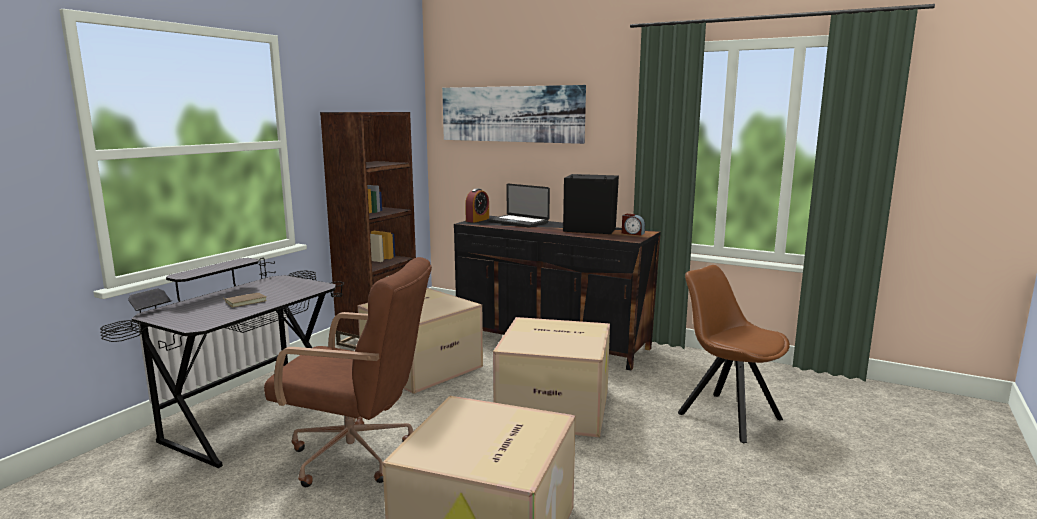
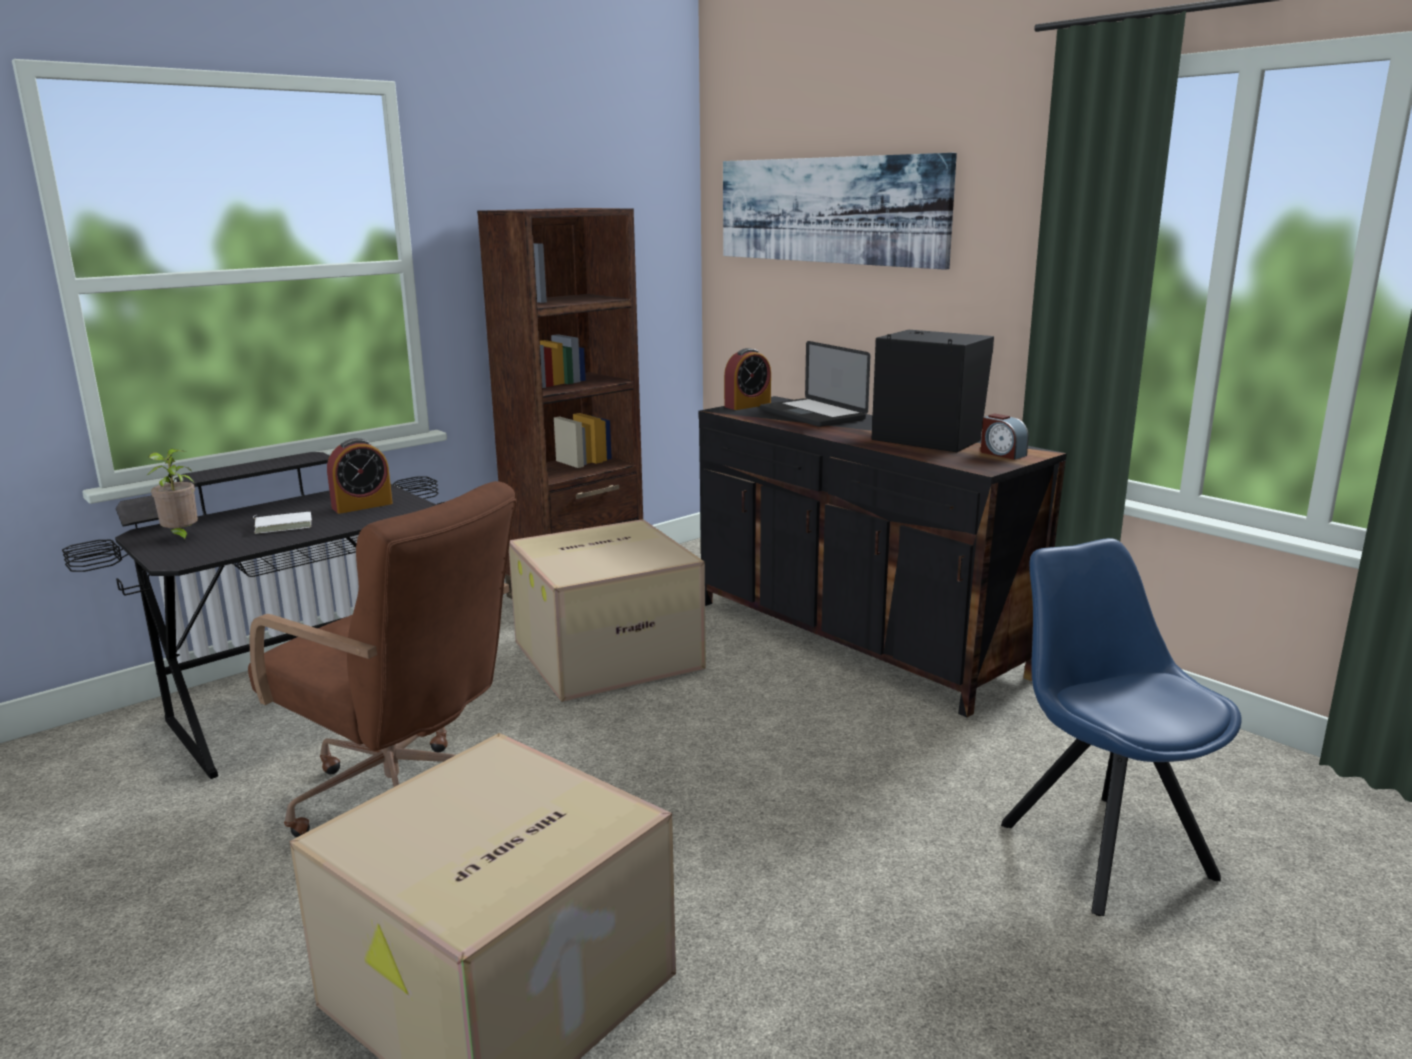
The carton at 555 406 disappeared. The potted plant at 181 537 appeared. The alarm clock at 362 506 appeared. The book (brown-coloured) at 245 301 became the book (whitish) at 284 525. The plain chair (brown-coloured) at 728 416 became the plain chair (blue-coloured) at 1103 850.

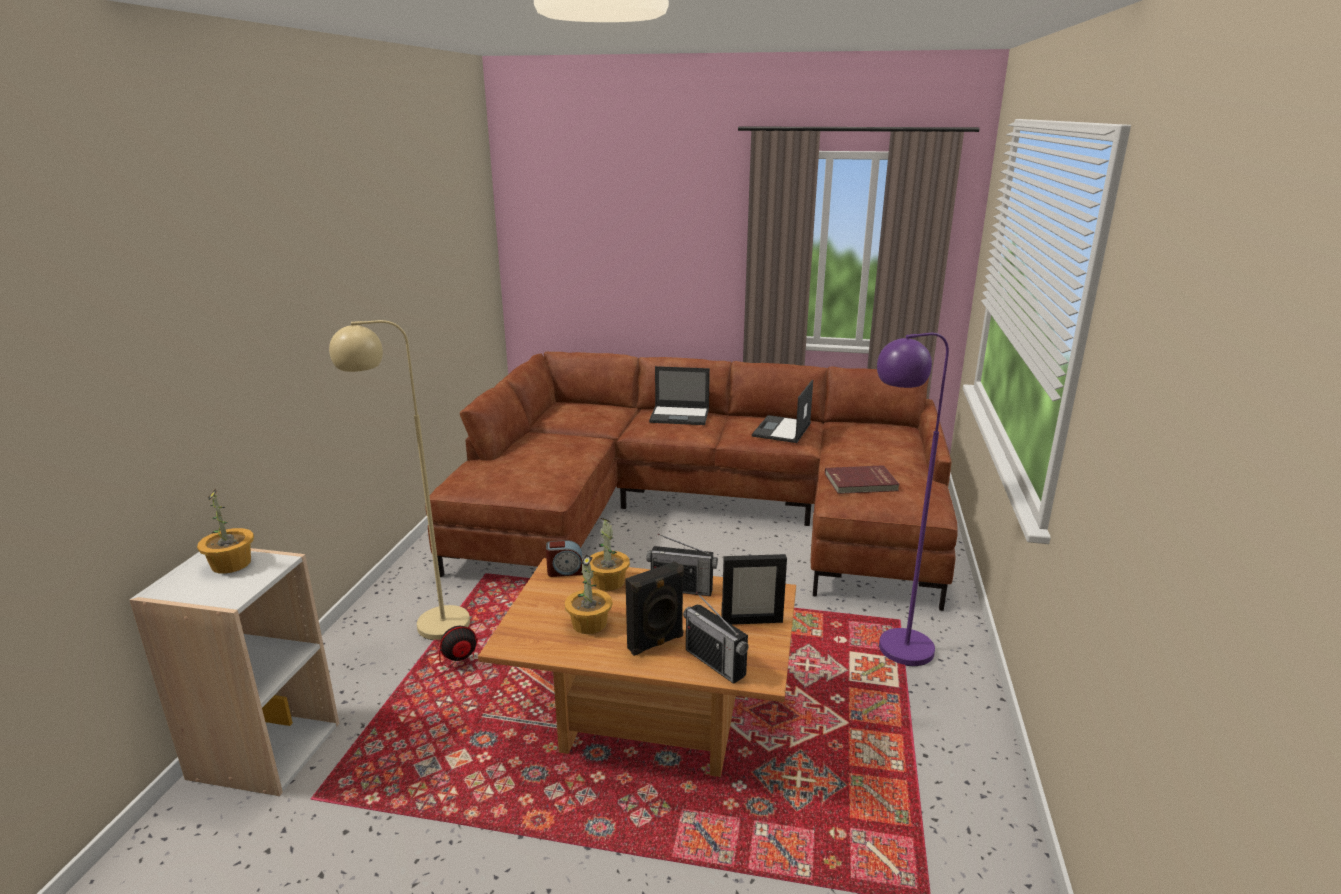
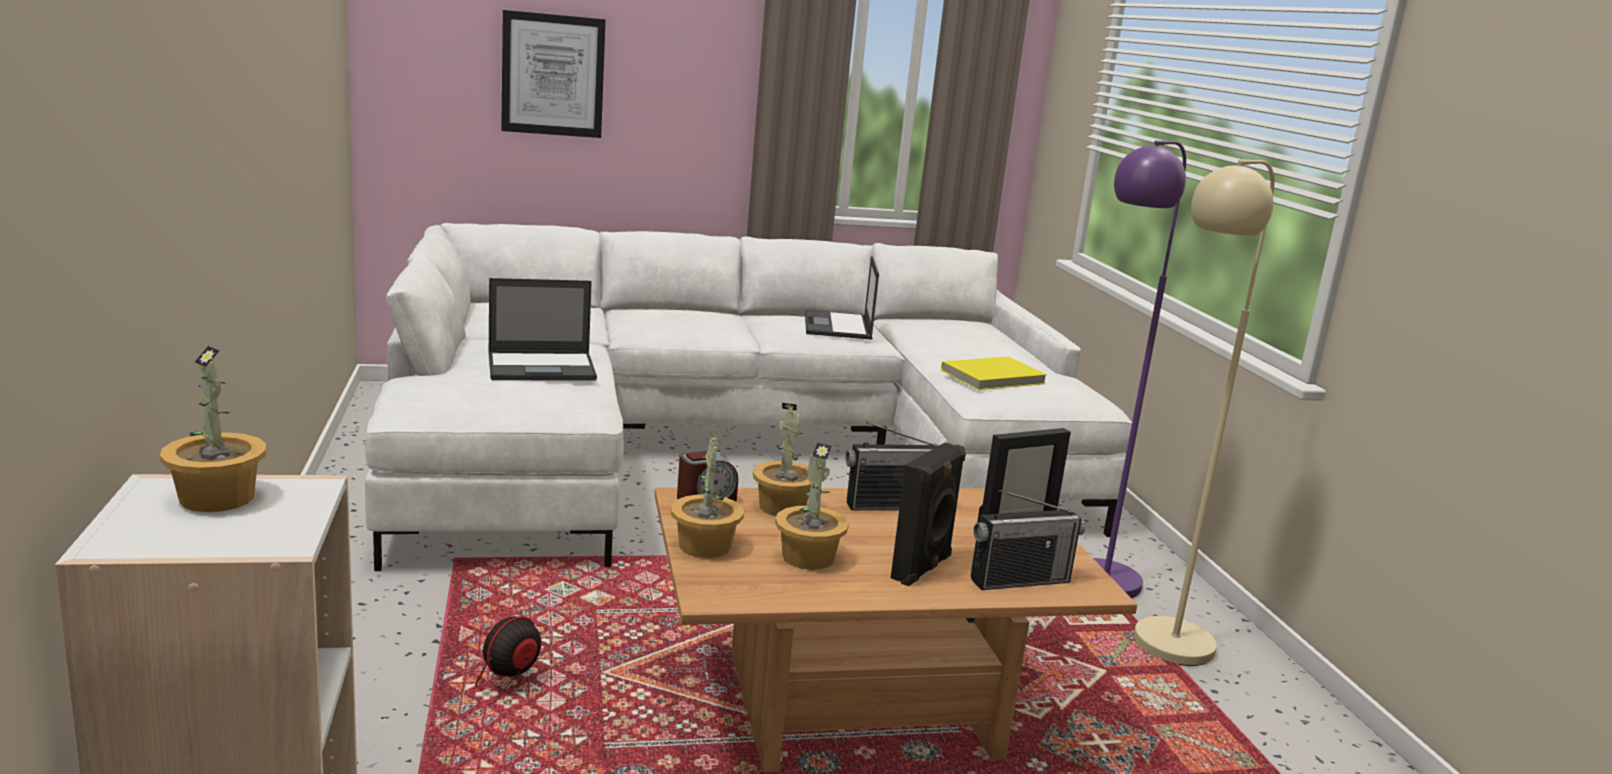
The wall art at 553 75 appeared. The potted plant at 703 546 appeared. The standard lamp (beige) moved from 427 628 to 1160 652. The laptop moved from 680 416 to 543 367. The couch (brown-coloured) at 702 512 became the couch (whitish) at 728 454. The book (red-coloured) at 861 483 became the book (yellowish) at 993 377. The radio receiver at 715 662 turned 45 degrees counterclockwise.

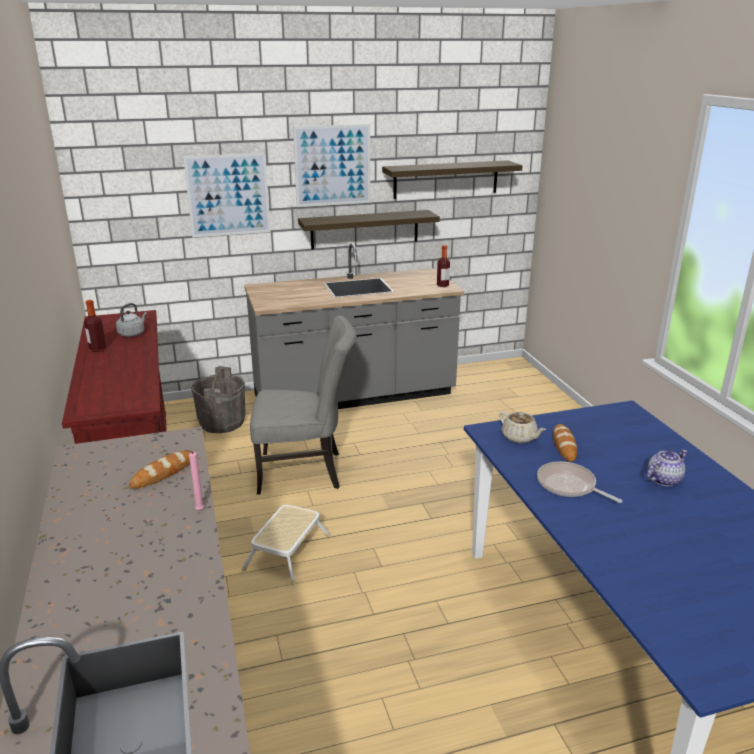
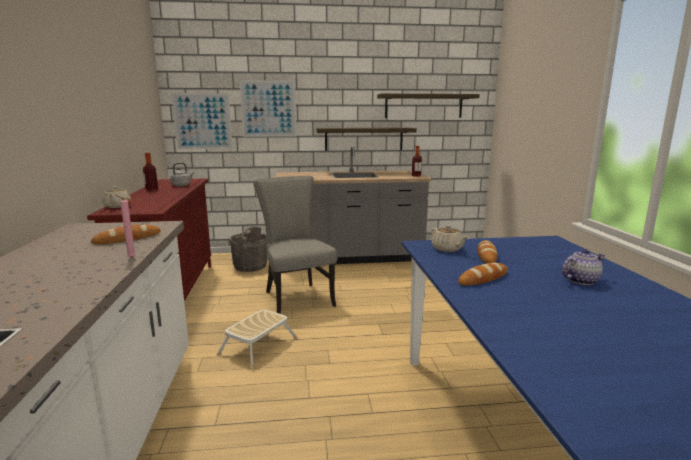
The pot for tea (beige) at 117 206 appeared. The wall art moved from 332 165 to 203 121. The skillet at 569 486 was replaced by the bakery bread at 483 278. The plain chair (gray) at 306 471 turned 120 degrees counterclockwise.

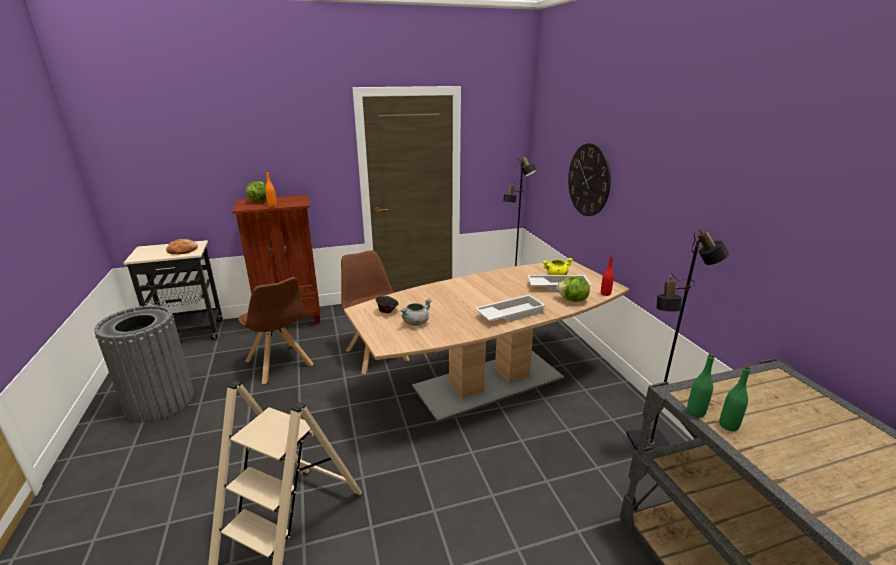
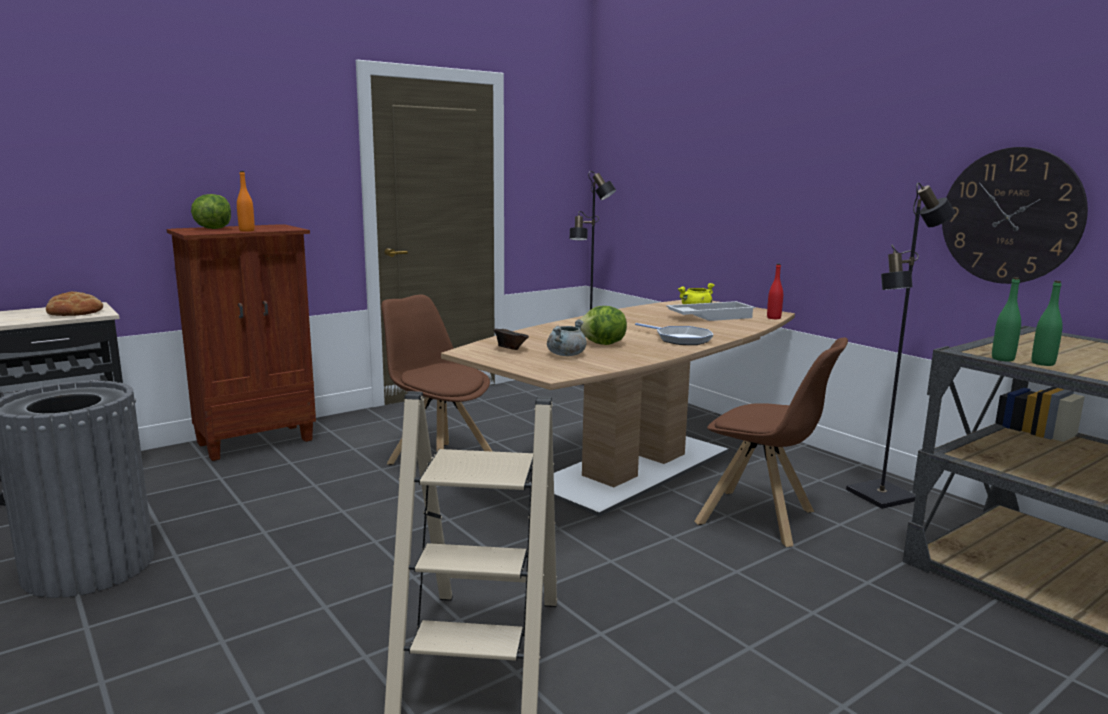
The plain chair (brown-coloured) moved from 280 365 to 761 519. The lettuce head moved from 572 300 to 603 344. The wall clock moved from 589 180 to 1010 216. The tray (whitish) at 509 314 was replaced by the skillet at 680 339.

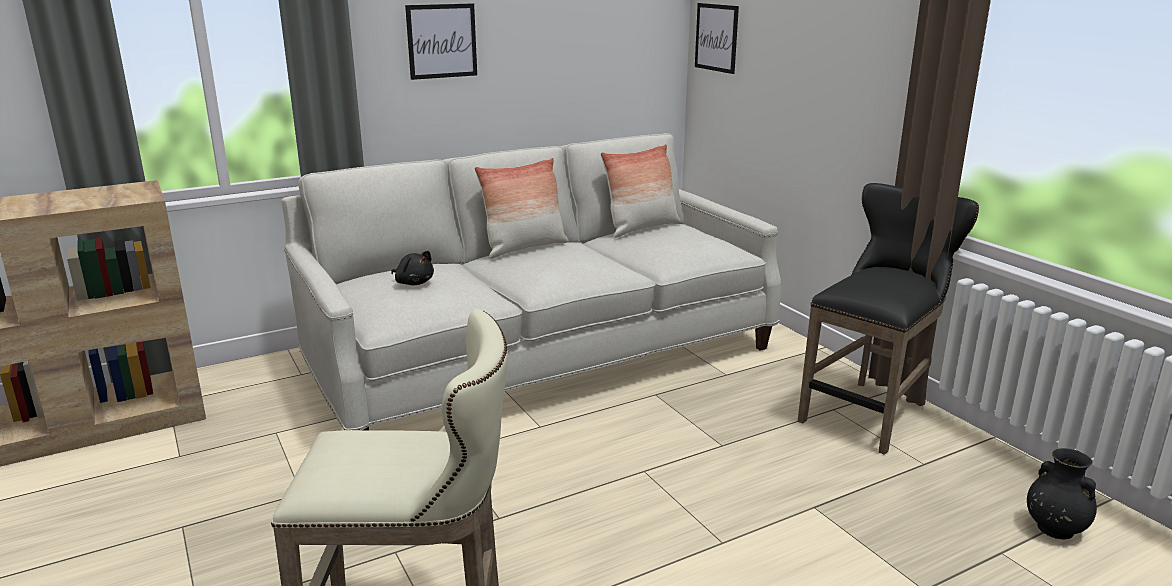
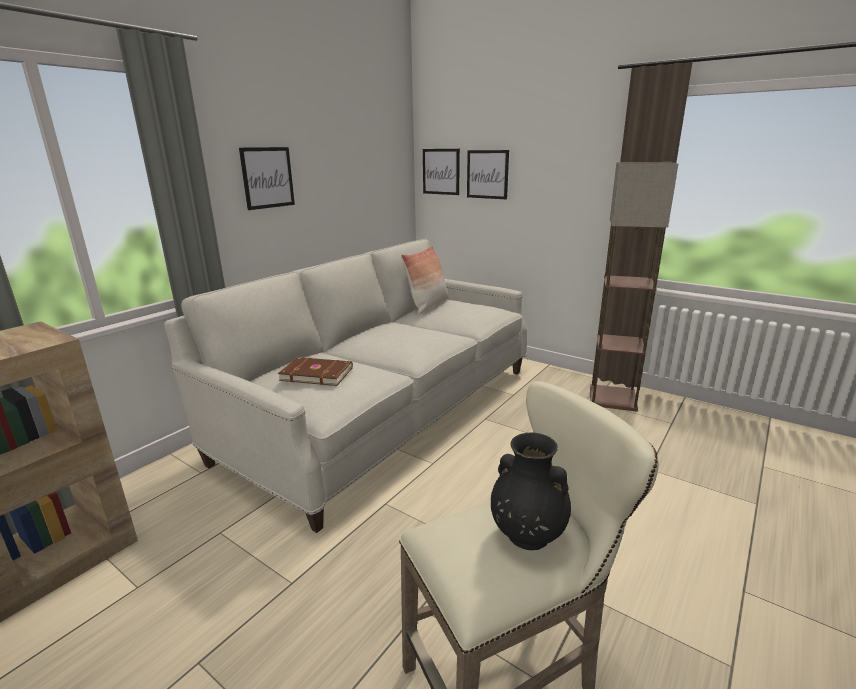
The pillow at 524 248 disappeared. The wall art at 487 174 appeared. The vase (blackish) moved from 1054 528 to 526 534. The cuddly toy (blackish) at 413 283 was replaced by the book (brown-coloured) at 316 373. The stool seat (blackish) at 871 411 was replaced by the standard lamp at 613 398.

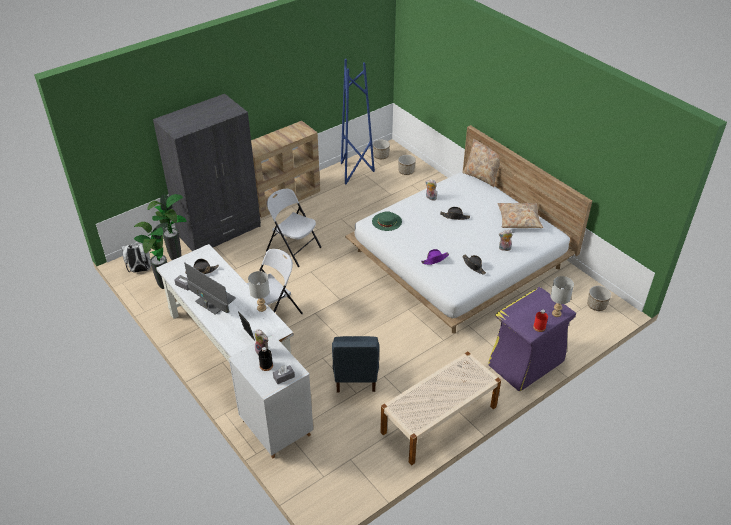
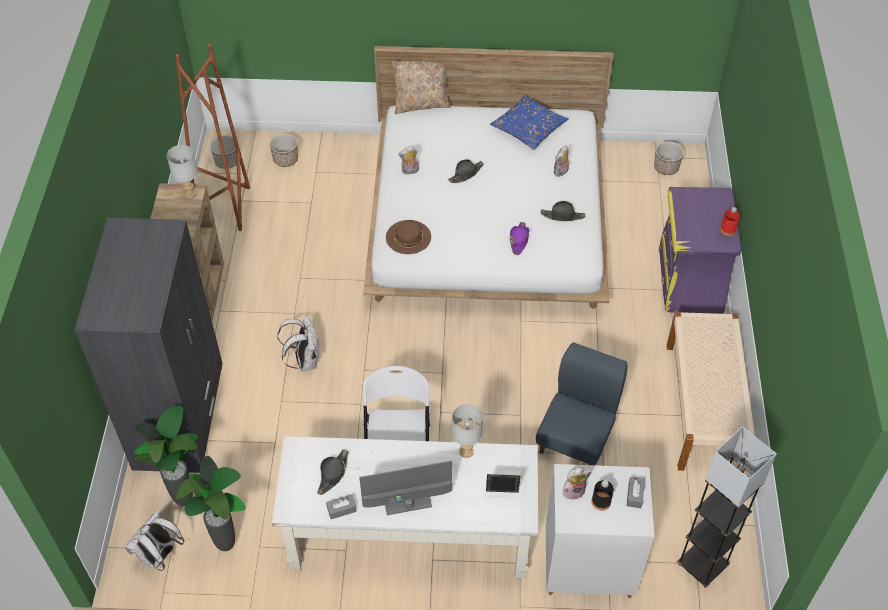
The standard lamp (gray) at 702 565 appeared. The table lamp (gray) moved from 556 314 to 190 194. The plain chair (whitish) at 293 249 was replaced by the rucksack (whitish) at 304 360. The clothes rack (blue-coloured) at 353 173 became the clothes rack (brown-coloured) at 228 208. The hat (greenish) at 386 221 became the hat (brown-coloured) at 408 237. The pillow (beige) at 519 220 became the pillow (blue-coloured) at 528 128. The plain chair (blue-coloured) at 355 375 turned 105 degrees counterclockwise.

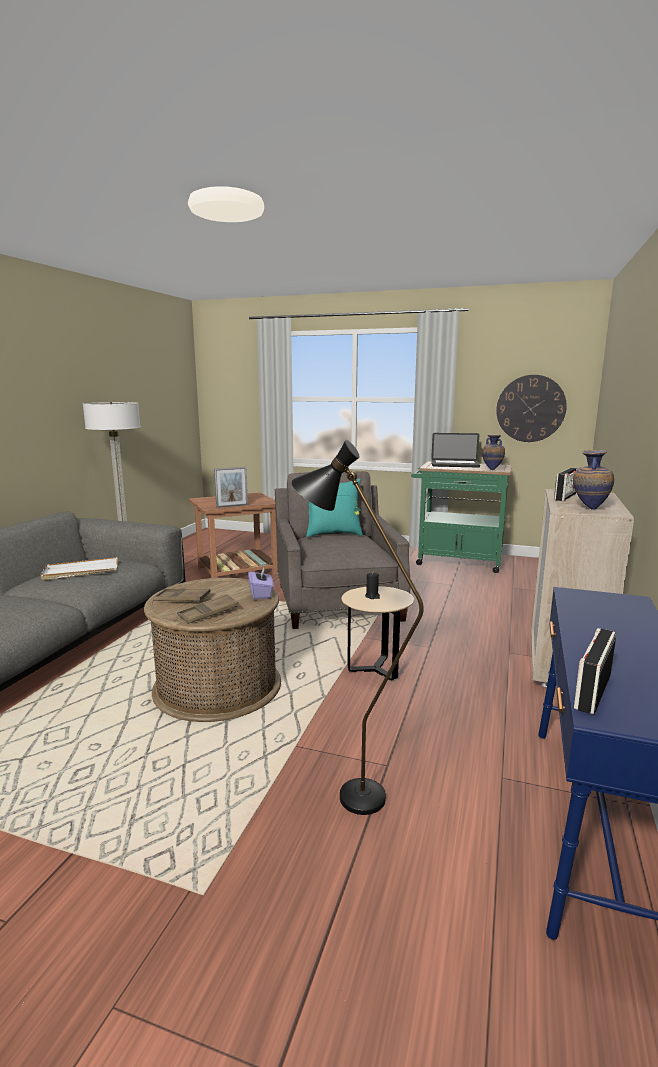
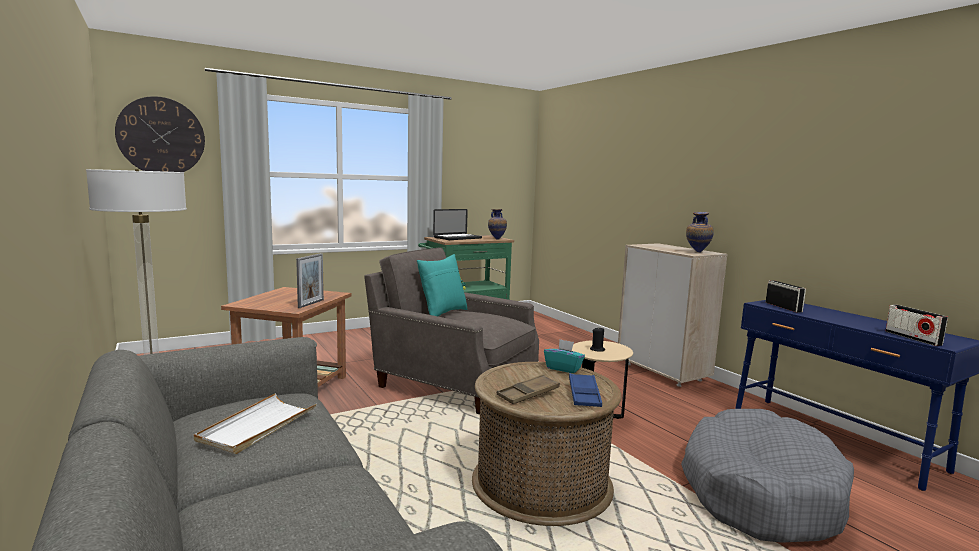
The wall clock moved from 530 408 to 161 136. The radio receiver moved from 565 497 to 783 307. The standard lamp (blackish) at 345 793 was replaced by the pet bed (gray) at 759 492. The tray (brown-coloured) at 208 613 became the tray (blue-coloured) at 584 394. The tissue box (purple-coloured) at 261 594 became the tissue box (blue-green) at 563 368.

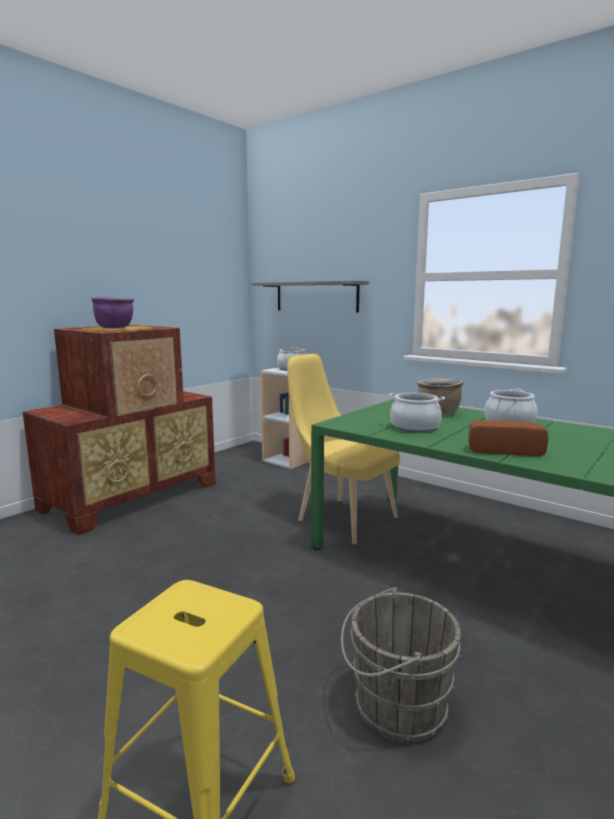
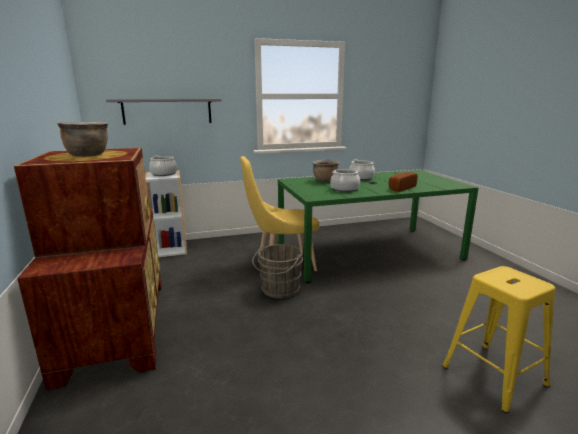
The pail (gray) moved from 394 706 to 279 290. The cooking pot (purple-coloured) at 115 328 became the cooking pot (brown-coloured) at 88 155.

